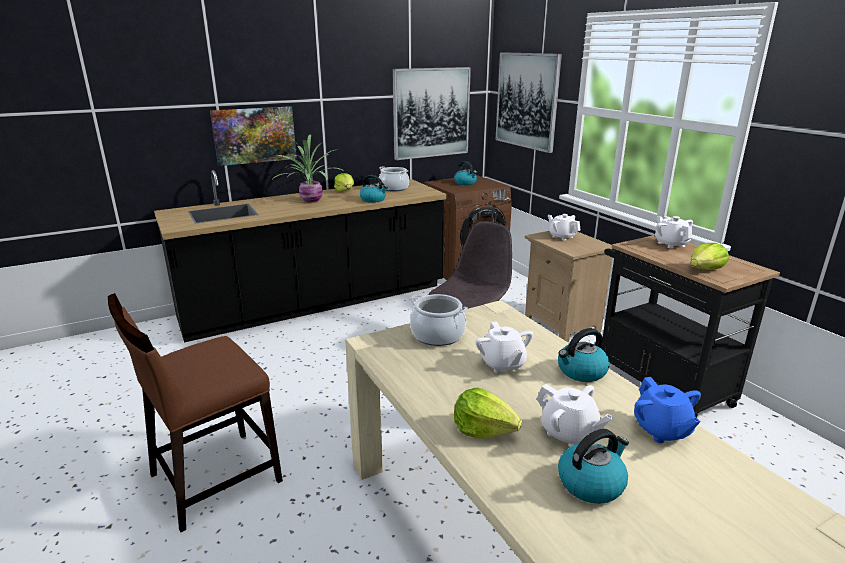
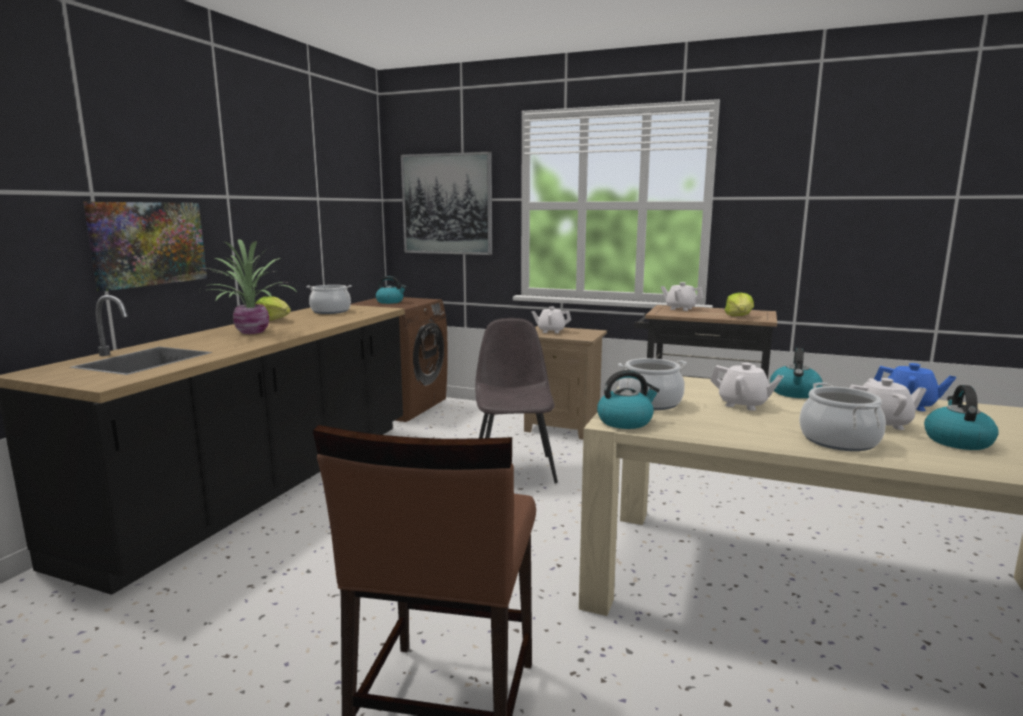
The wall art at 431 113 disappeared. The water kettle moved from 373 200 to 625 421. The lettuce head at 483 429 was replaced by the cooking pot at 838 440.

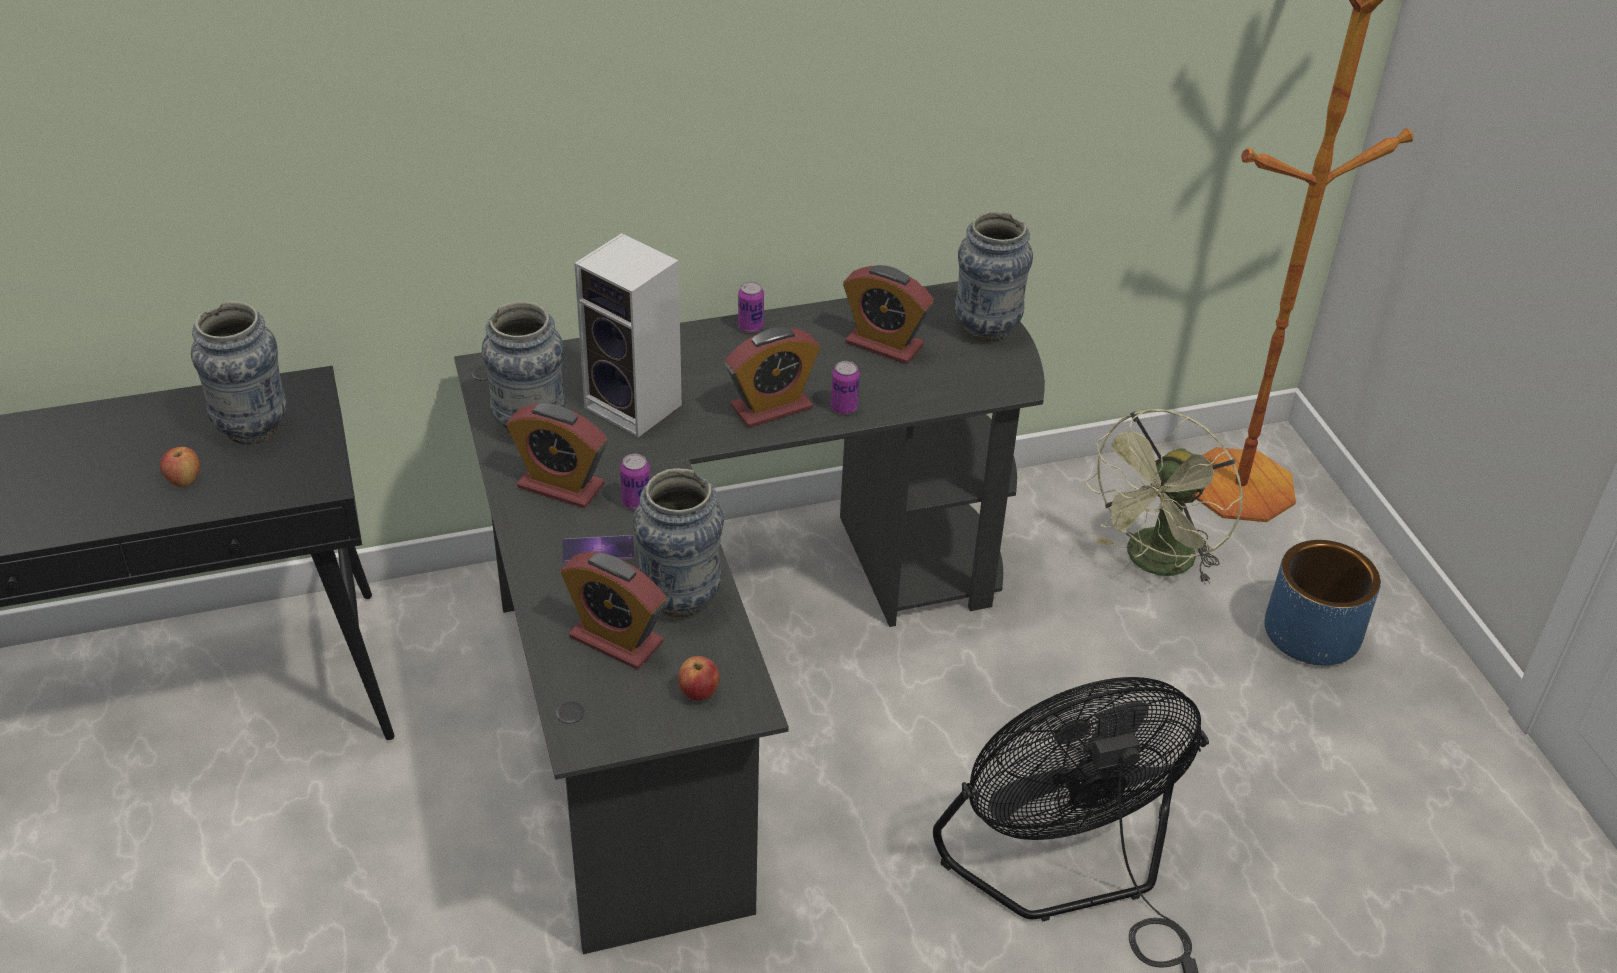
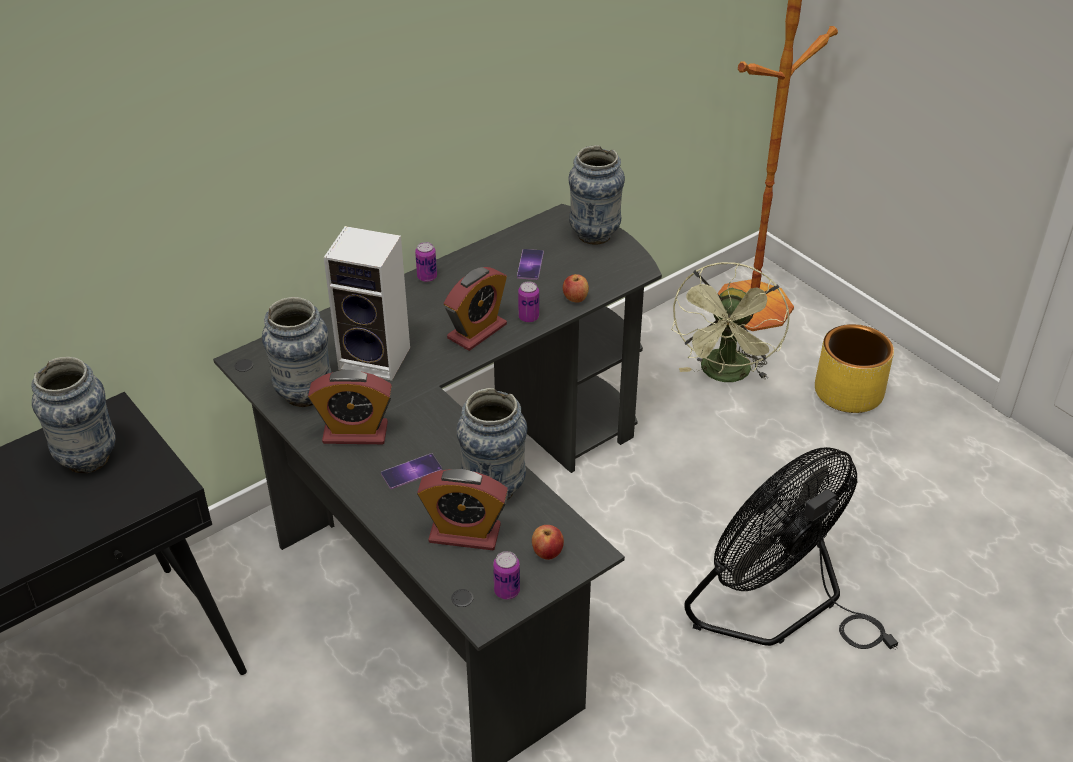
The apple fruit moved from 184 481 to 575 299. The sealed can moved from 636 502 to 507 591. The alarm clock at 884 344 was replaced by the telephone at 530 264. The flower pot (blue-coloured) at 1312 633 became the flower pot (yellowish) at 849 392.

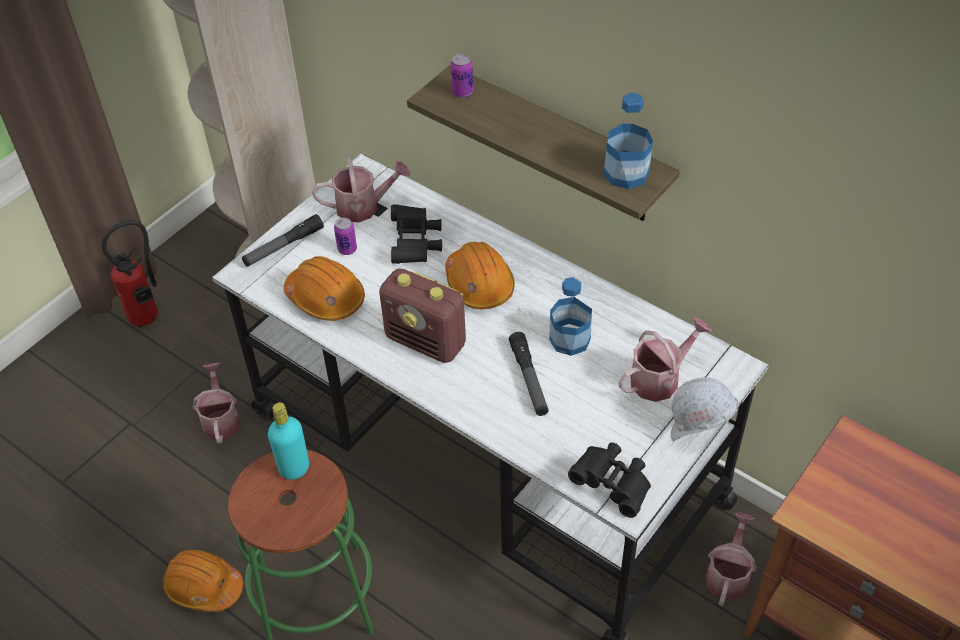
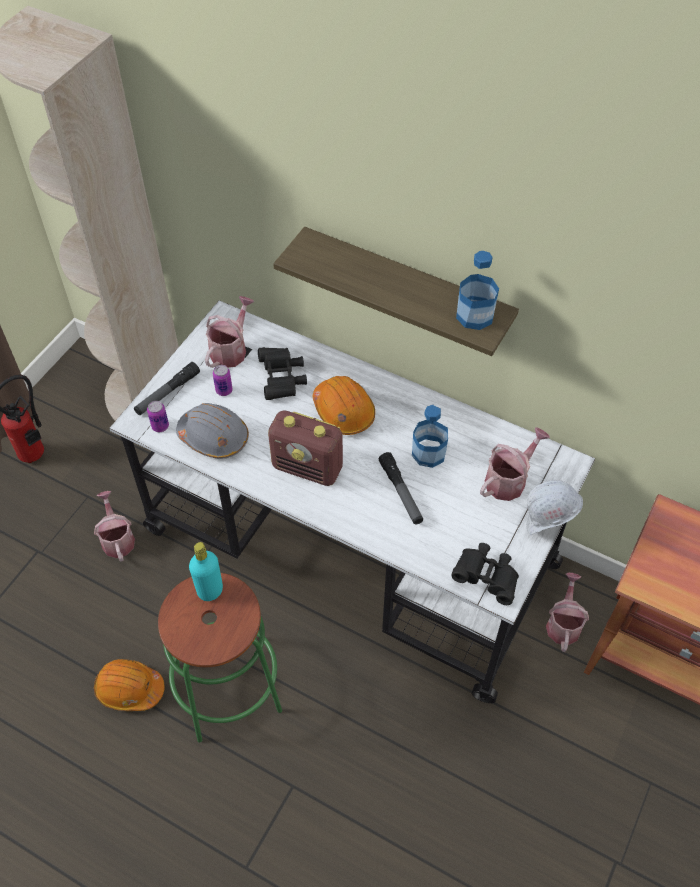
The sealed can moved from 462 92 to 160 426. The work helmet (orangey) at 326 298 became the work helmet (gray) at 214 437. The sprinkling can at 363 206 turned 45 degrees counterclockwise.

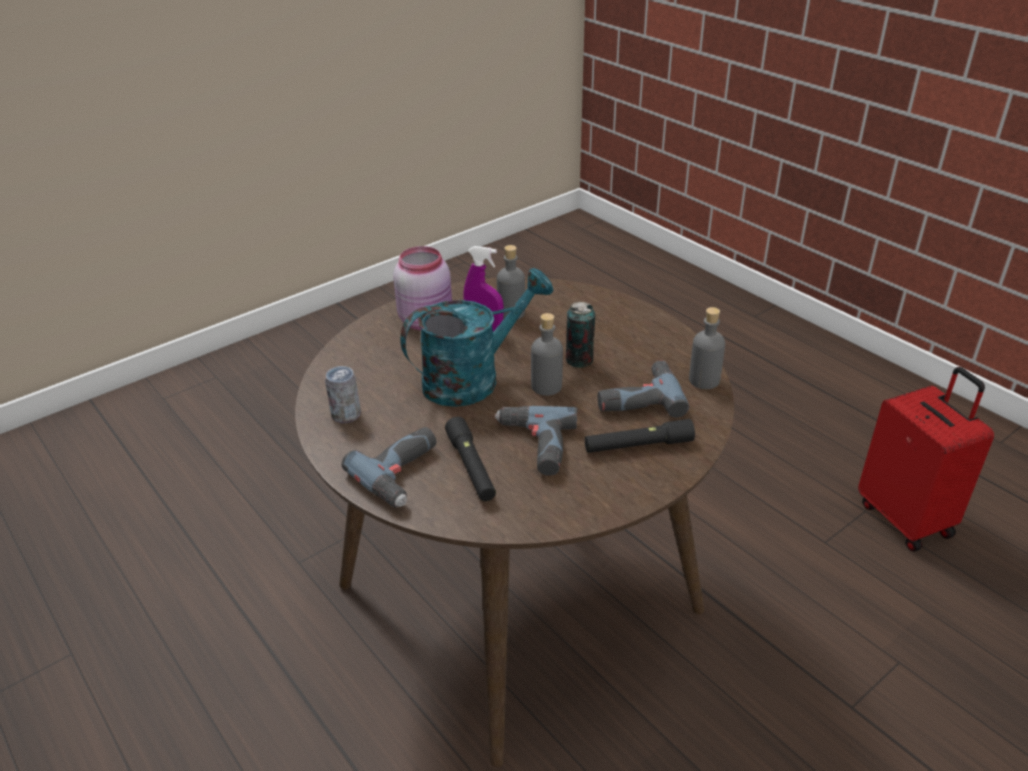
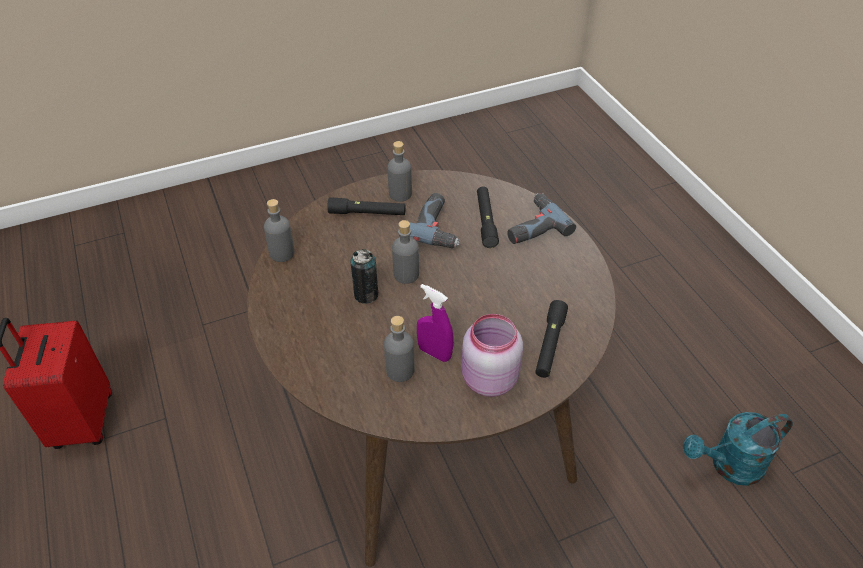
The sealed can at 346 415 disappeared. The electric drill at 637 397 disappeared. The beverage bottle (gray) at 400 194 appeared. The hand torch (blackish) at 549 344 appeared. The sprinkling can (blue-green) moved from 473 378 to 729 466.

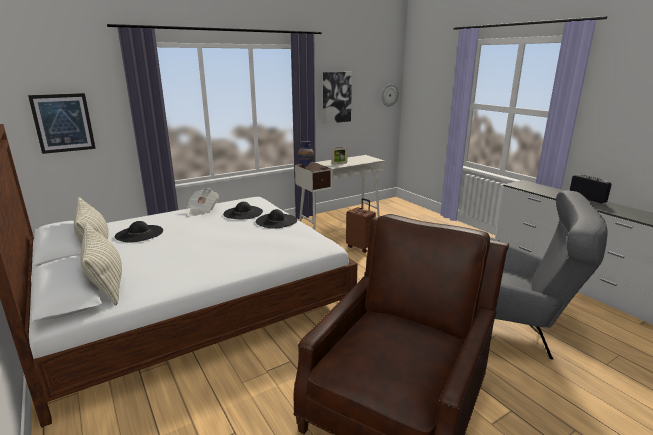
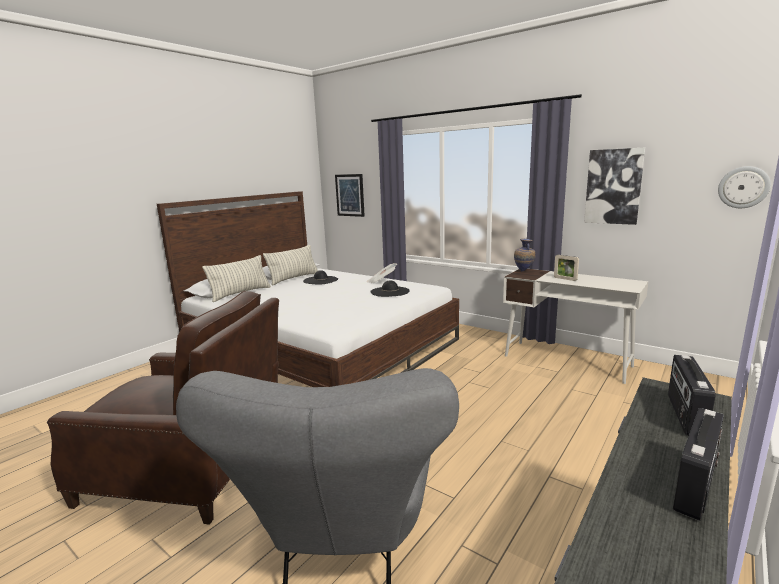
The hat (blackish) at 276 221 disappeared. The suitcase (brown-coloured) at 360 247 disappeared. The radio receiver at 684 415 appeared.

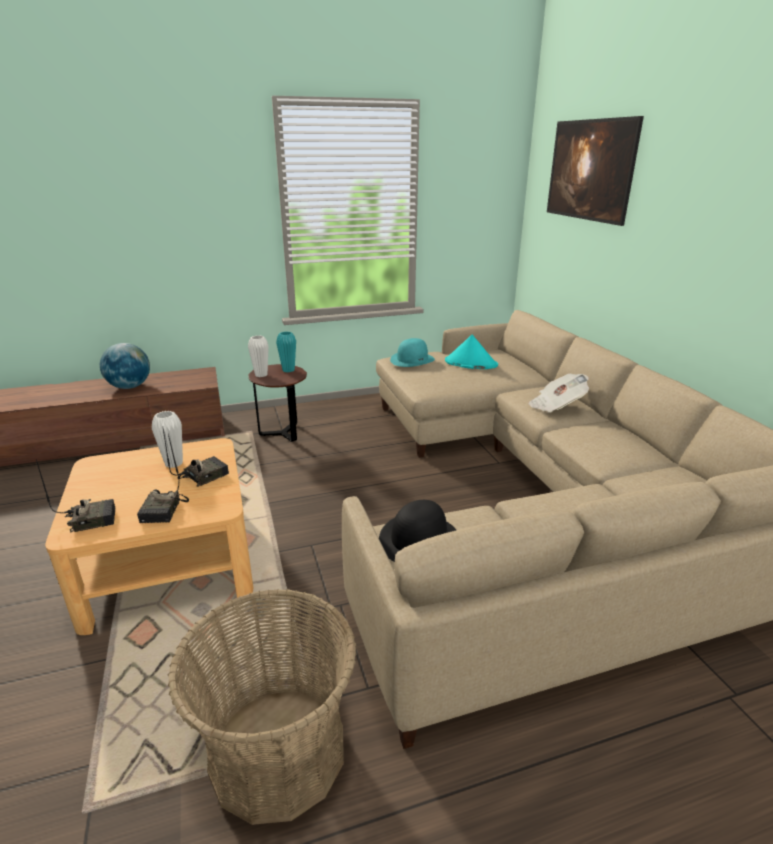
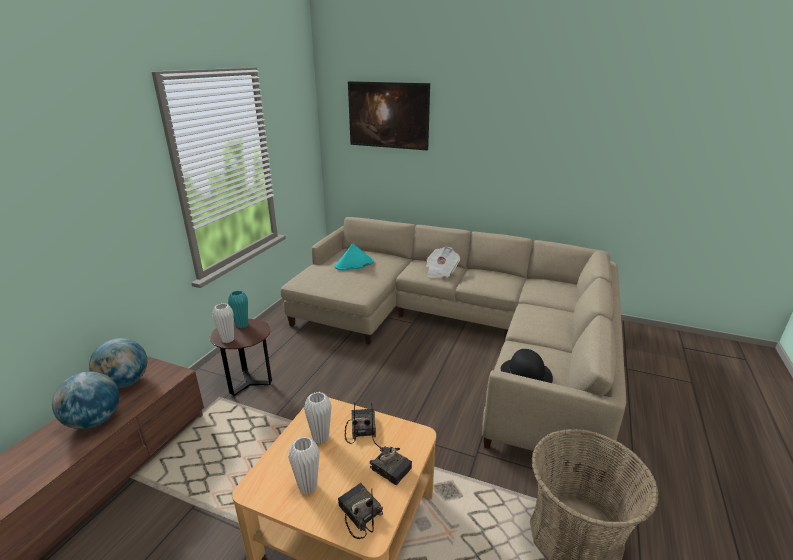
The hat (blue-green) at 412 359 disappeared. The world globe at 125 383 appeared. The vase (whitish) at 308 486 appeared. The radio receiver at 92 519 turned 60 degrees counterclockwise.

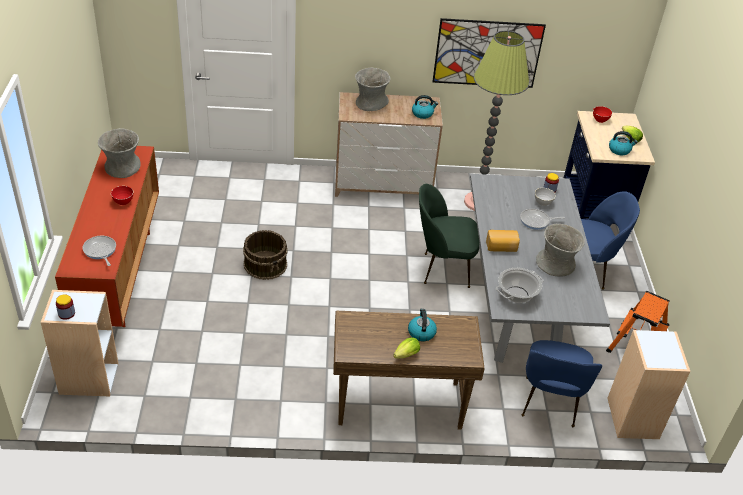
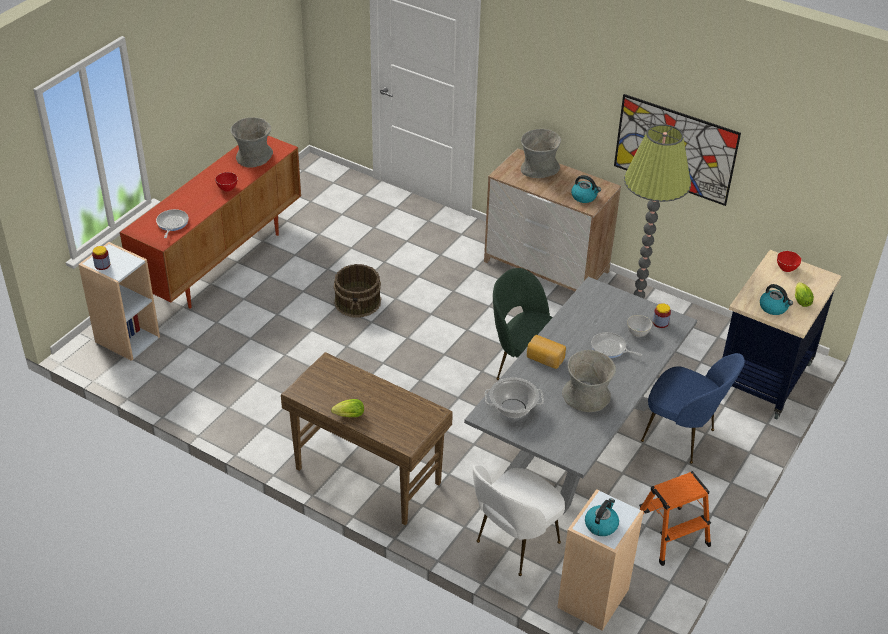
The water kettle moved from 421 332 to 601 525. The plain chair (blue-coloured) at 548 406 became the plain chair (whitish) at 513 546.

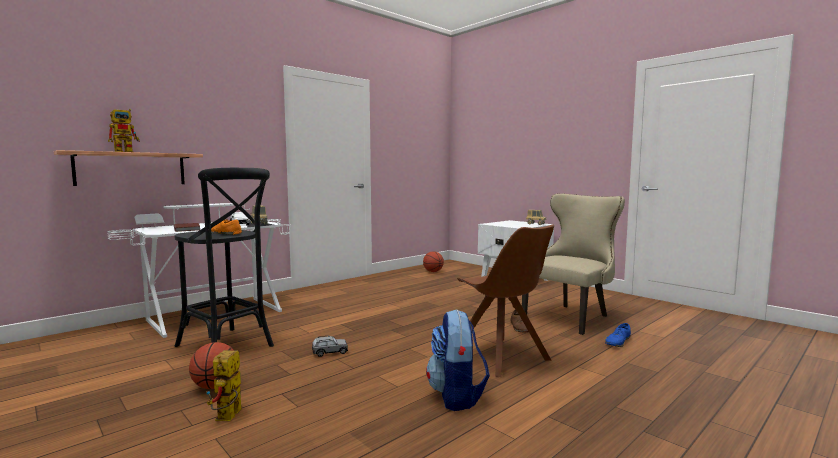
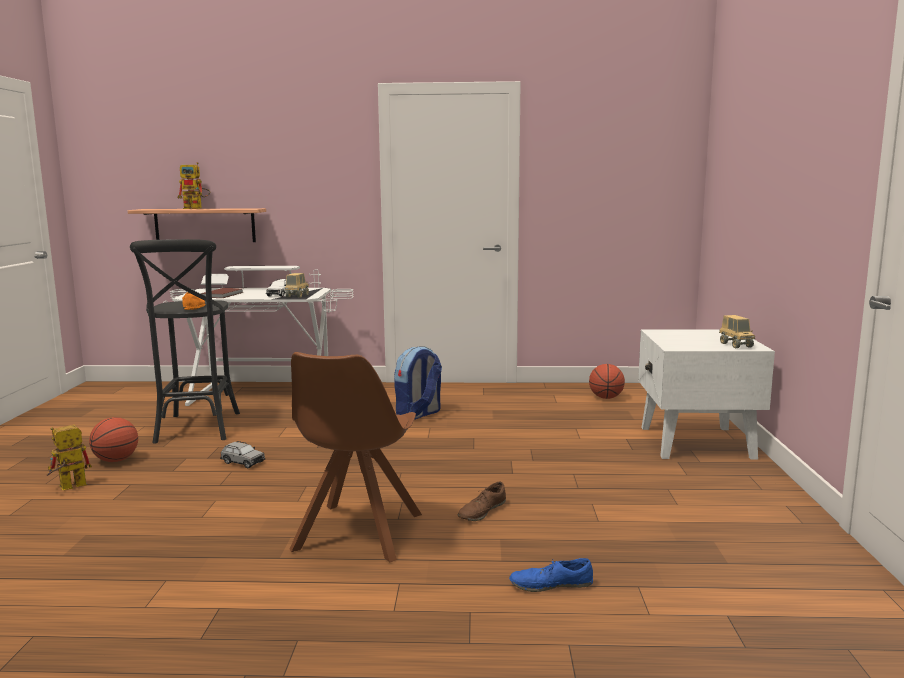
The plain chair (beige) at 570 317 disappeared. The rucksack moved from 457 396 to 418 415.

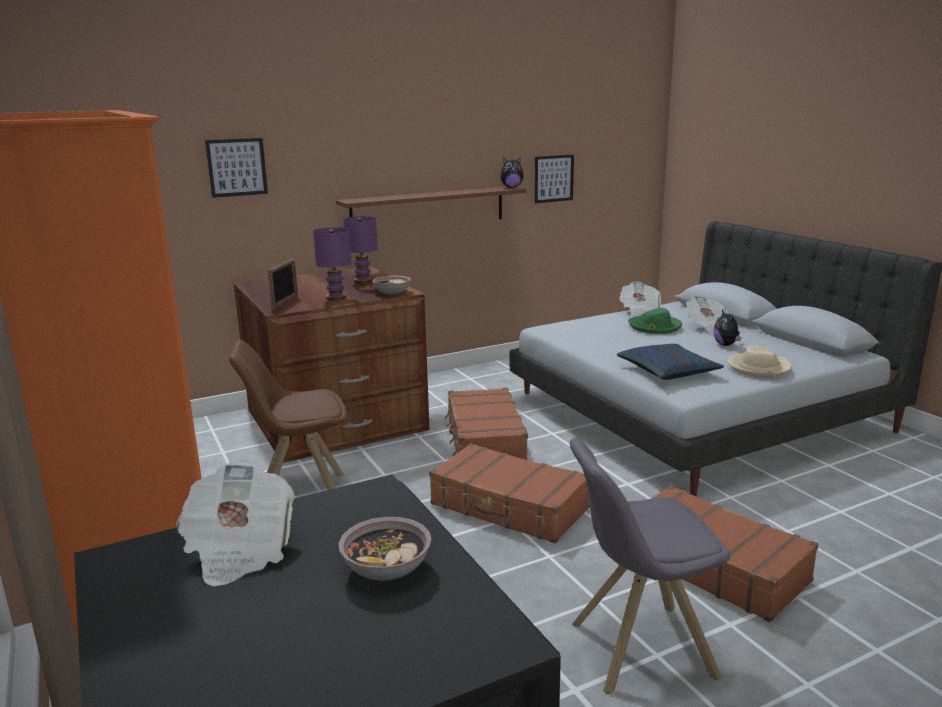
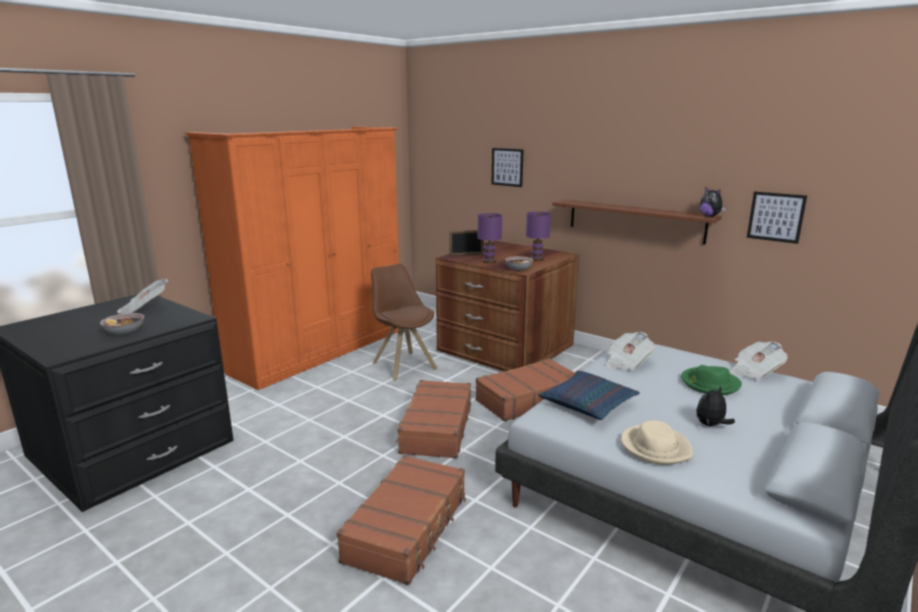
The plain chair (gray) at 640 648 disappeared. The daily paper moved from 708 327 to 627 363.

